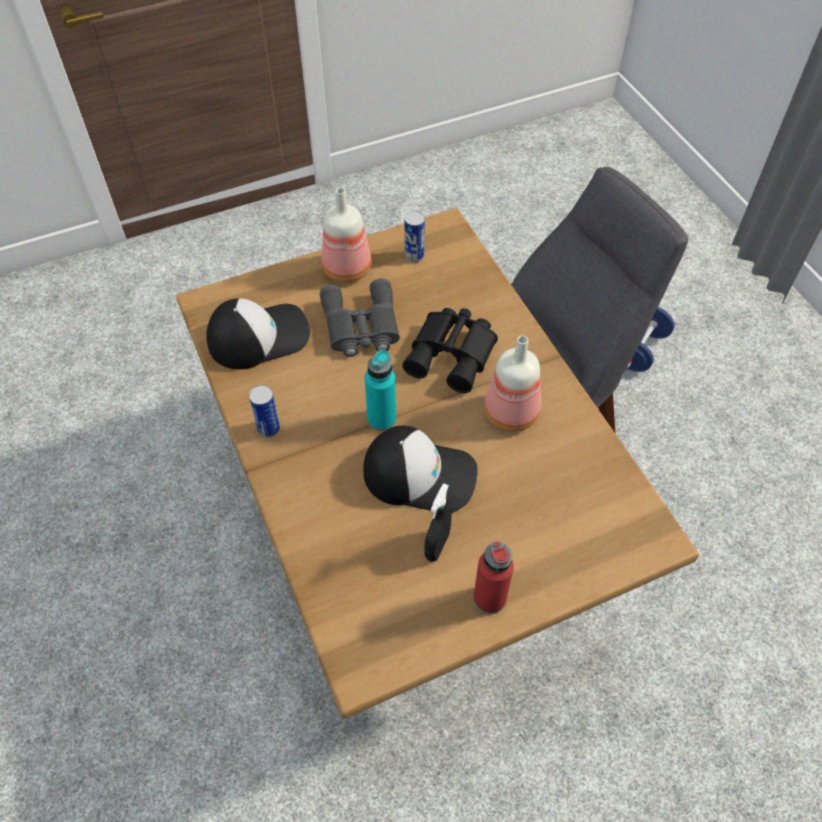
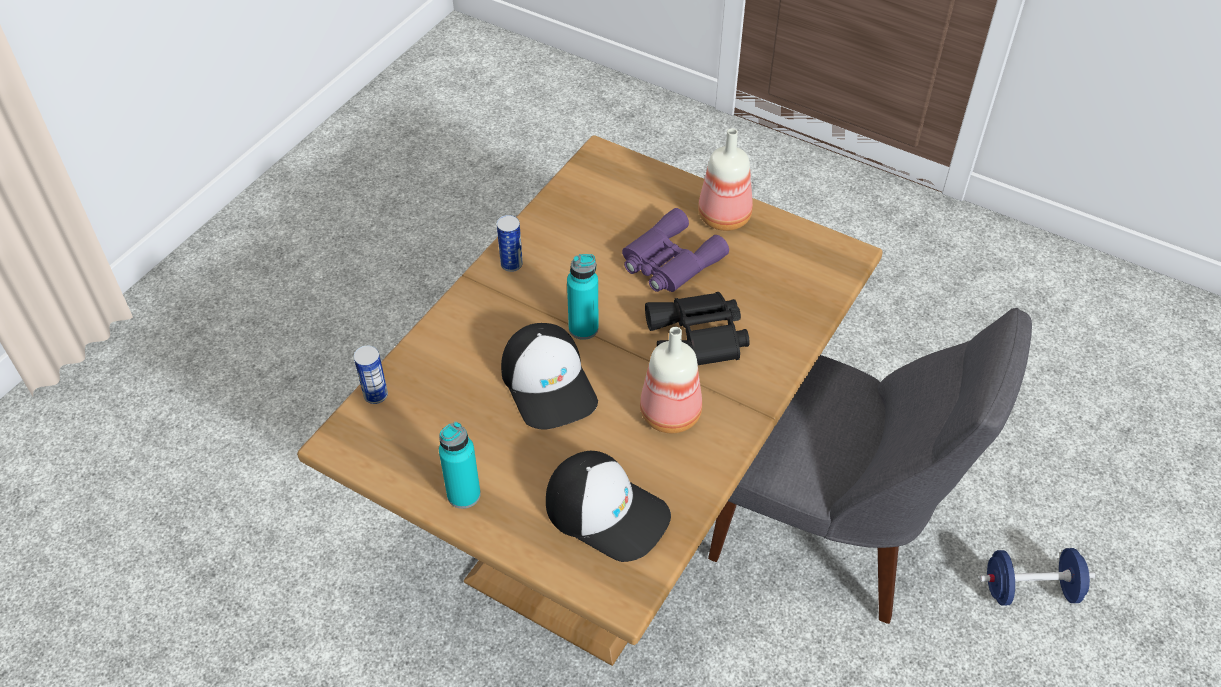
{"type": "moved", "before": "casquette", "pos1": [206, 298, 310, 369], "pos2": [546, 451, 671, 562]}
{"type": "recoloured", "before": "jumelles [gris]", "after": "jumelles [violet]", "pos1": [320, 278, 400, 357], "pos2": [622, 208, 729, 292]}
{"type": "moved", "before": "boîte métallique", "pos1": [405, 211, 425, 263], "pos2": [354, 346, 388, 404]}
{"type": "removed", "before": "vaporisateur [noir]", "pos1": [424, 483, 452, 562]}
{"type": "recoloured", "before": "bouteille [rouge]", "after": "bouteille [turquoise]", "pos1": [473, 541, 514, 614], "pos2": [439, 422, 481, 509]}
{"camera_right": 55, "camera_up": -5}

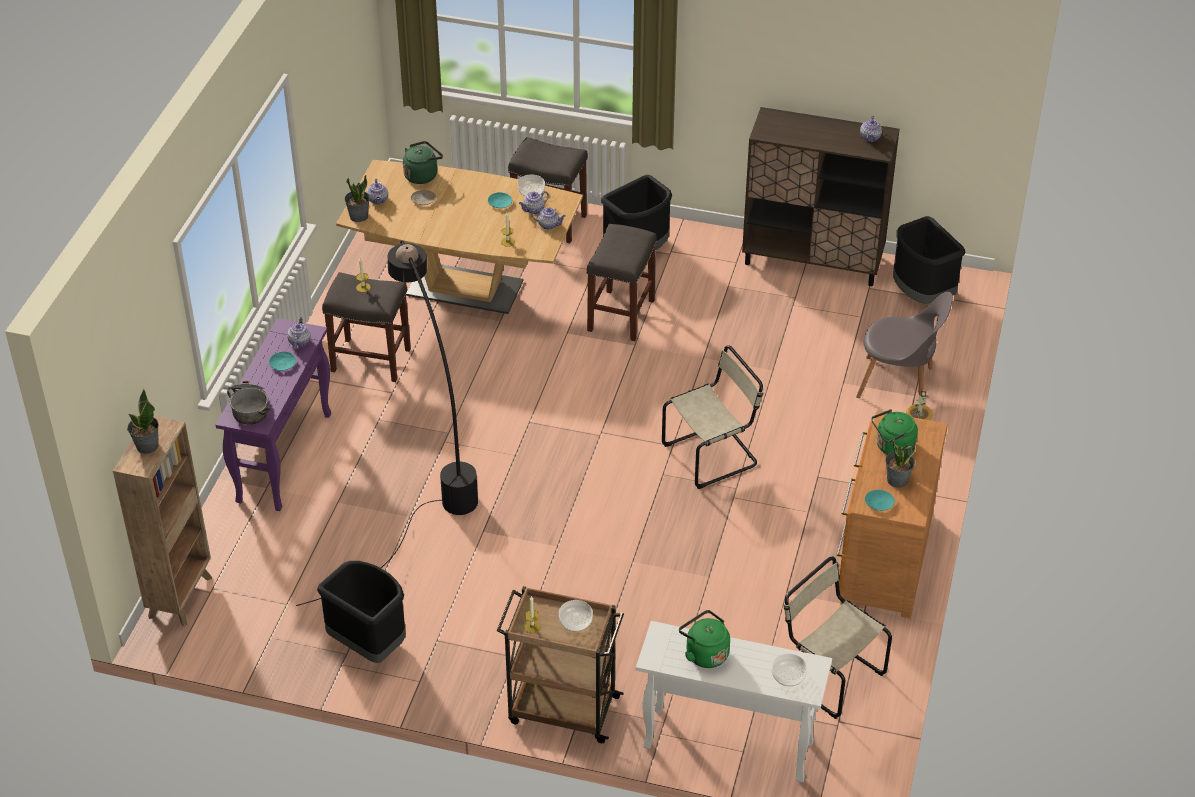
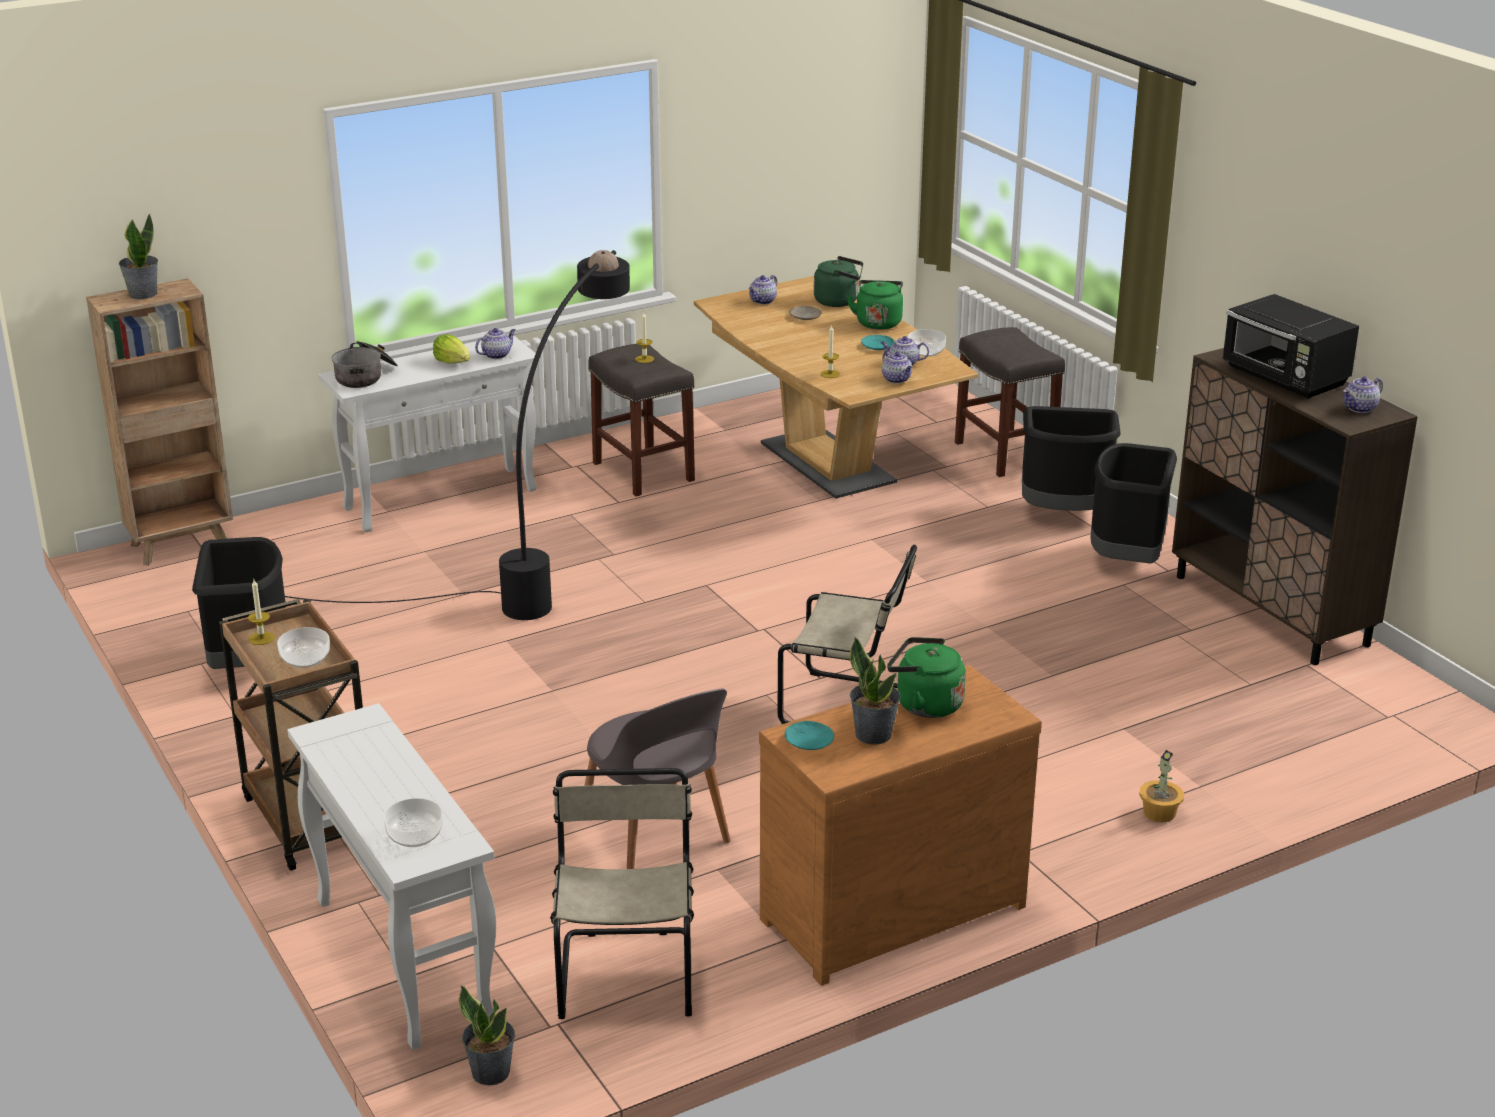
{"type": "recoloured", "before": "table console [violet]", "after": "table console [blanc]", "pos1": [215, 318, 331, 511], "pos2": [319, 334, 540, 532]}
{"type": "replaced", "before": "assiette [turquoise]", "after": "laitue", "pos1": [269, 352, 296, 371], "pos2": [433, 334, 470, 364]}
{"type": "moved", "before": "plante en pot", "pos1": [344, 175, 370, 222], "pos2": [459, 985, 515, 1086]}
{"type": "removed", "before": "tabouret [gris]", "pos1": [586, 224, 657, 341]}
{"type": "moved", "before": "bouilloire [vert]", "pos1": [679, 610, 730, 668], "pos2": [847, 280, 903, 330]}
{"type": "moved", "before": "chaise [gris]", "pos1": [856, 292, 953, 398], "pos2": [584, 689, 730, 869]}
{"type": "moved", "before": "poubelle [noir]", "pos1": [893, 216, 965, 304], "pos2": [1090, 443, 1177, 564]}
{"type": "added", "after": "micro-ondes [noir]", "pos2": [1222, 294, 1359, 399]}
{"camera_right": 45, "camera_up": -15}

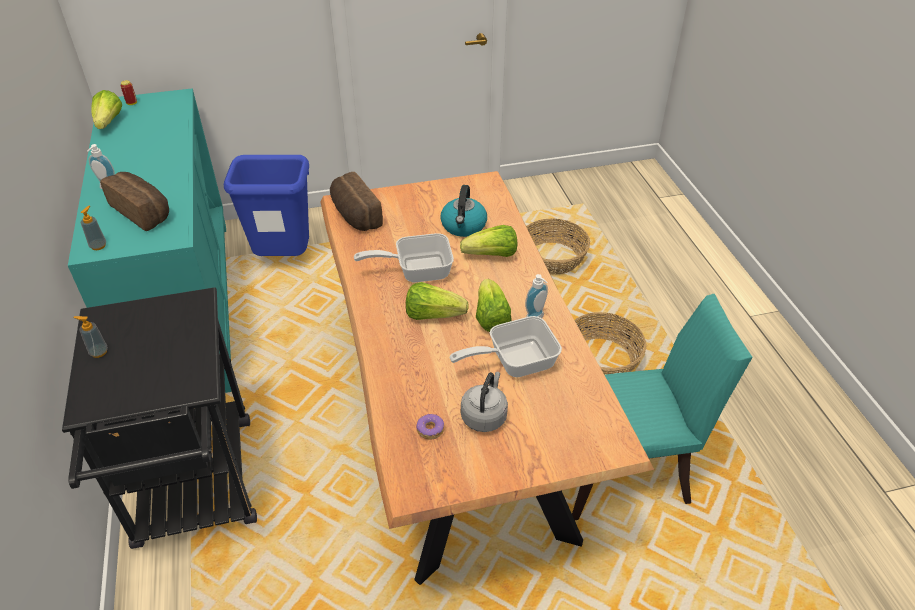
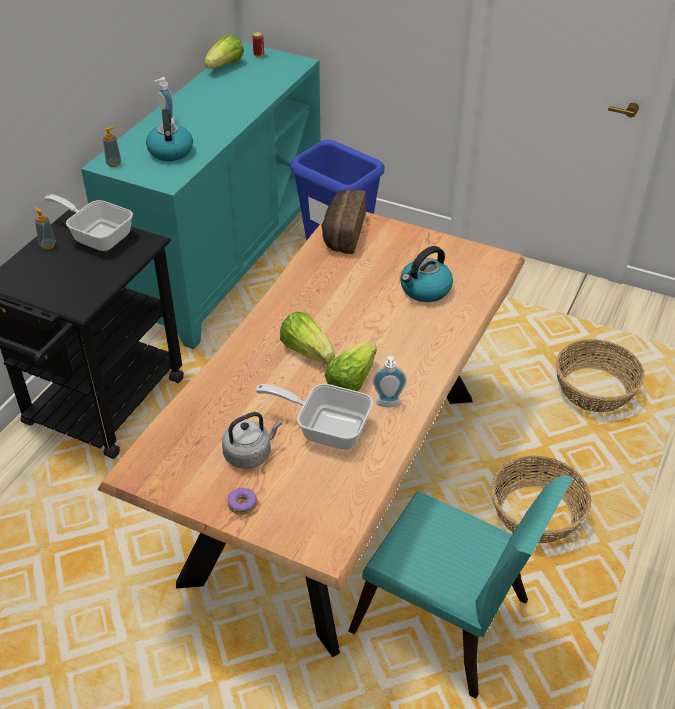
{"type": "replaced", "before": "pain", "after": "bouilloire", "pos1": [100, 172, 169, 231], "pos2": [146, 109, 193, 161]}
{"type": "moved", "before": "poêle", "pos1": [354, 233, 454, 283], "pos2": [44, 195, 133, 251]}
{"type": "moved", "before": "beignet", "pos1": [416, 413, 444, 440], "pos2": [227, 488, 257, 515]}
{"type": "removed", "before": "laitue", "pos1": [460, 225, 517, 257]}
{"camera_right": 40, "camera_up": 0}

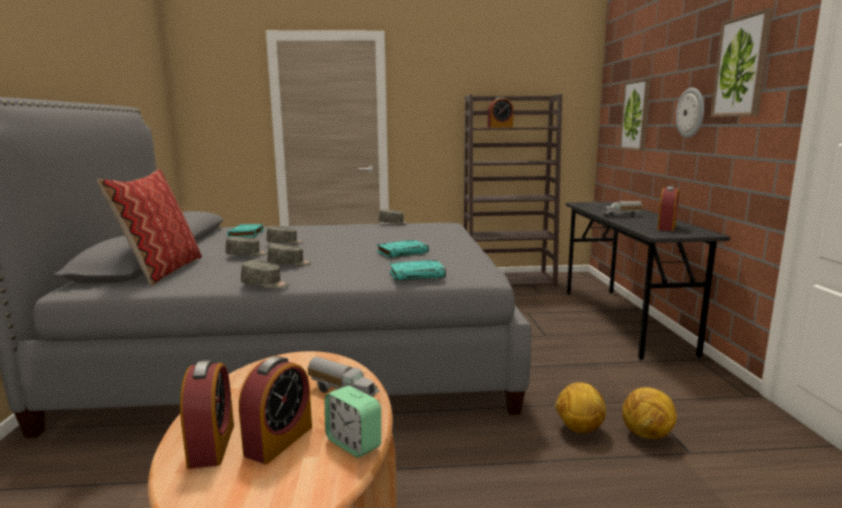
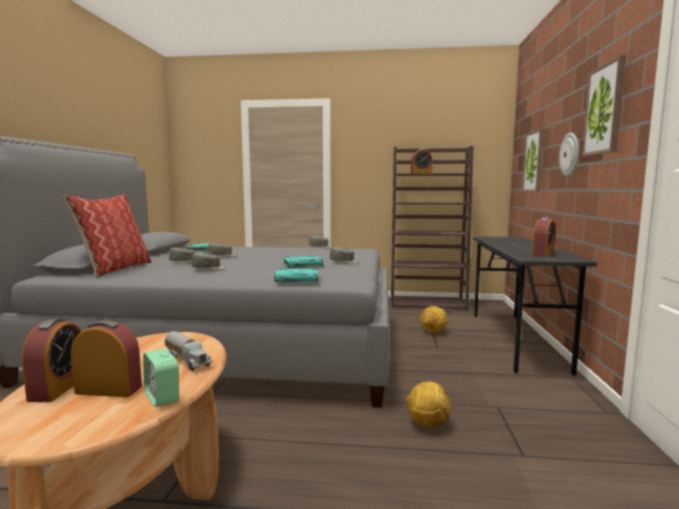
{"type": "turned", "before": "réveil", "pos1": [239, 356, 312, 464], "pos2": [71, 319, 142, 397], "turn": -120}
{"type": "moved", "before": "casquette [gris]", "pos1": [241, 260, 289, 289], "pos2": [330, 247, 359, 264]}
{"type": "removed", "before": "camion jouet", "pos1": [602, 201, 642, 217]}
{"type": "moved", "before": "ballon de foot", "pos1": [622, 388, 677, 439], "pos2": [420, 306, 447, 333]}
{"camera_right": 10, "camera_up": -5}

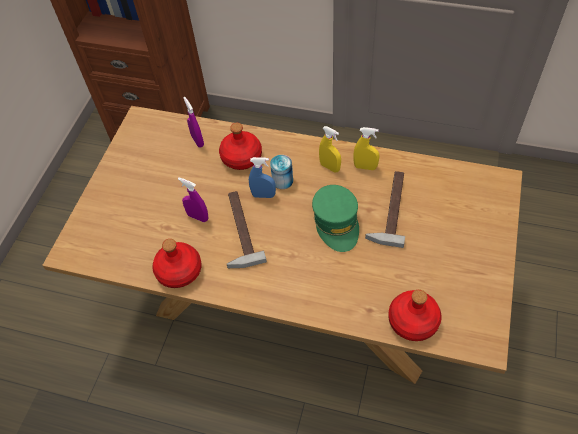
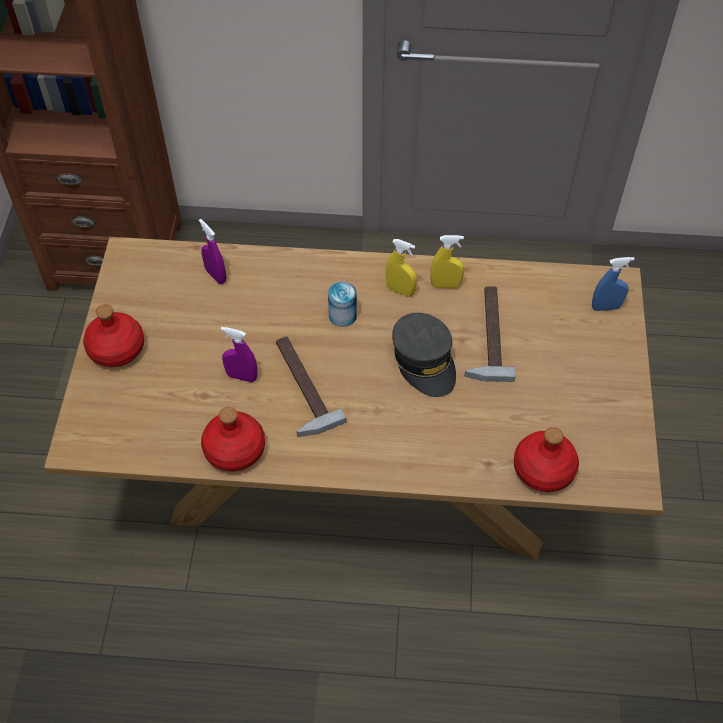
{"type": "moved", "before": "bouteille [rouge]", "pos1": [219, 123, 262, 170], "pos2": [83, 304, 144, 367]}
{"type": "moved", "before": "vaporisateur [bleu]", "pos1": [249, 157, 276, 198], "pos2": [592, 257, 635, 311]}
{"type": "recoloured", "before": "casquette [vert]", "after": "casquette [gris]", "pos1": [312, 185, 359, 252], "pos2": [392, 313, 456, 397]}
{"camera_right": -15, "camera_up": 0}

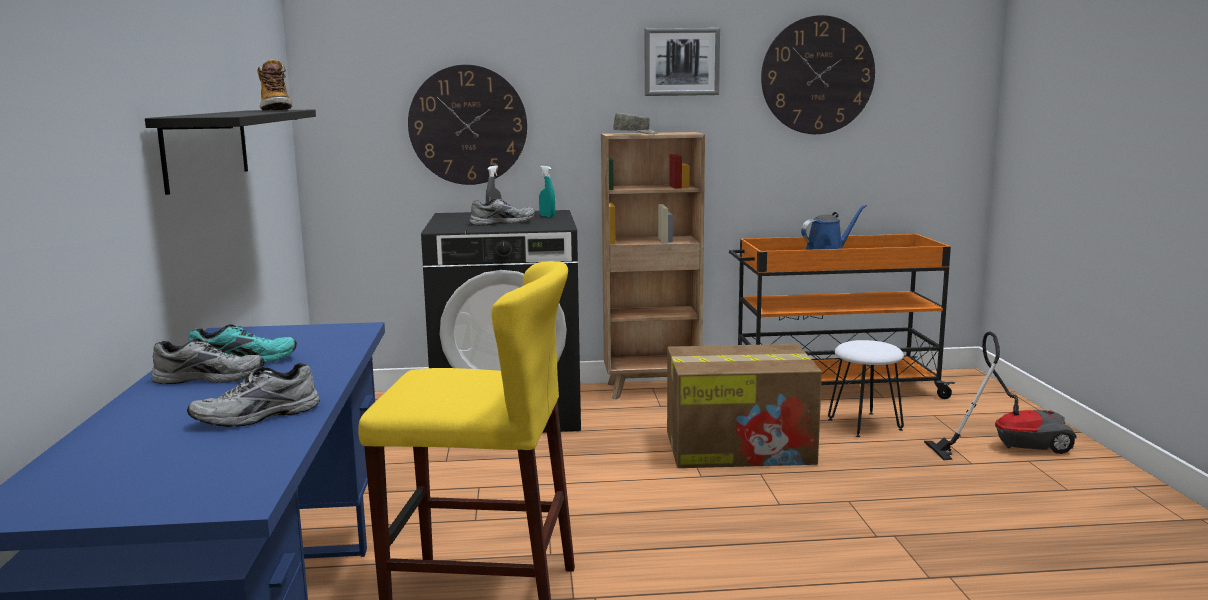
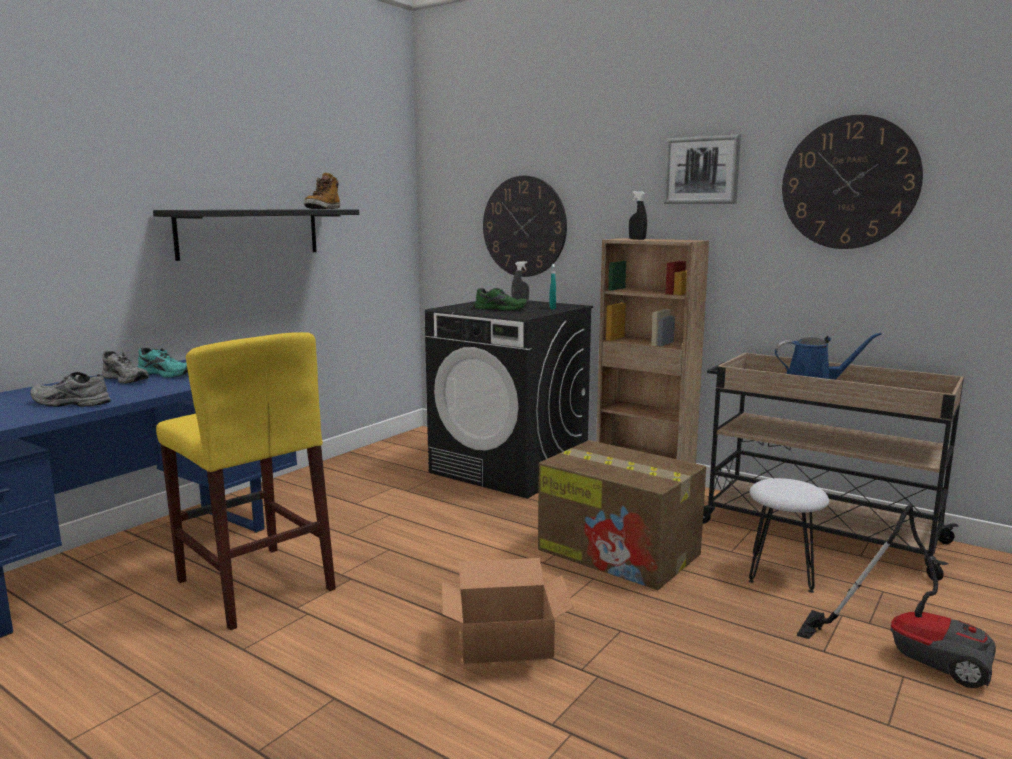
{"type": "recoloured", "before": "chaussure [gris]", "after": "chaussure [vert]", "pos1": [469, 198, 536, 225], "pos2": [474, 288, 529, 311]}
{"type": "replaced", "before": "casquette [gris]", "after": "vaporisateur [noir]", "pos1": [613, 113, 657, 134], "pos2": [629, 191, 647, 240]}
{"type": "recoloured", "before": "chariot [orange]", "after": "chariot [beige]", "pos1": [729, 234, 955, 399], "pos2": [703, 353, 964, 581]}
{"type": "added", "after": "carton", "pos2": [442, 558, 574, 664]}
{"camera_right": 40, "camera_up": 0}

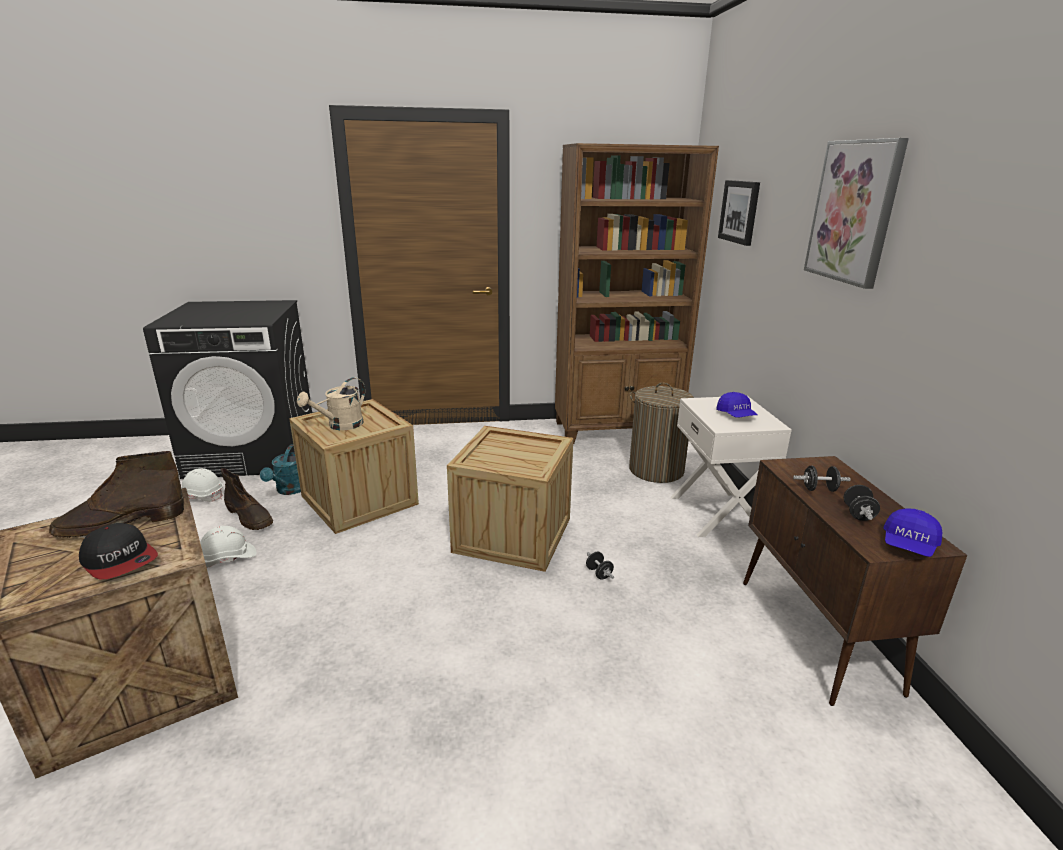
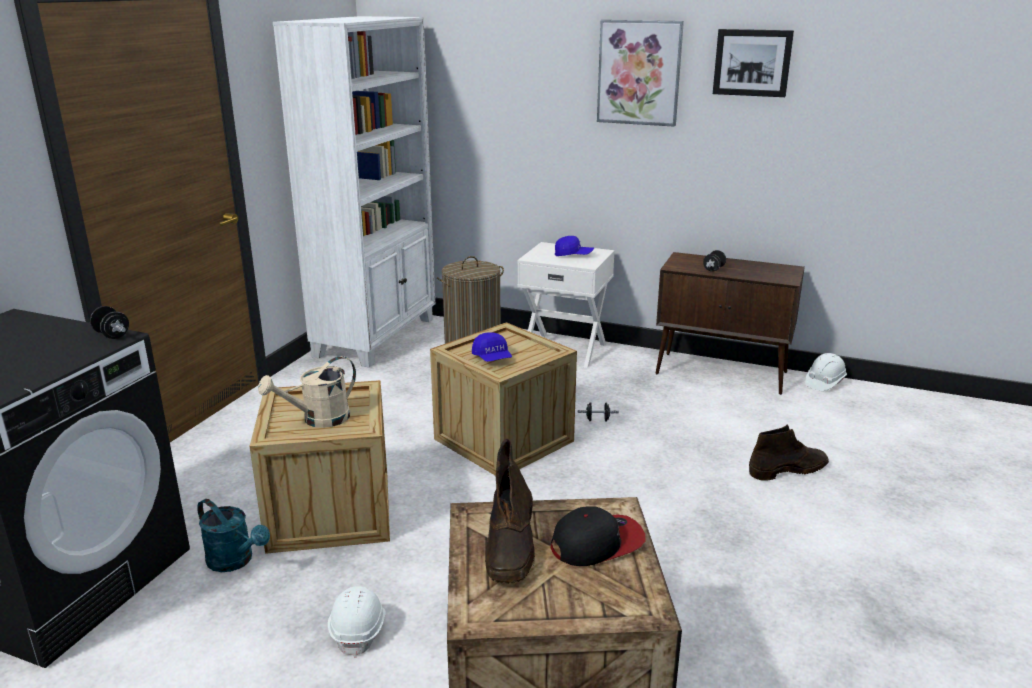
{"type": "moved", "before": "casque de chantier [blanc]", "pos1": [181, 468, 223, 502], "pos2": [805, 353, 847, 391]}
{"type": "moved", "before": "botte [marron]", "pos1": [221, 468, 273, 530], "pos2": [749, 425, 829, 481]}
{"type": "turned", "before": "arrosoir [beige]", "pos1": [297, 377, 365, 430], "pos2": [258, 356, 356, 428], "turn": 75}
{"type": "recoloured", "before": "bibliothèque [marron]", "after": "bibliothèque [blanc]", "pos1": [555, 143, 719, 444], "pos2": [273, 16, 435, 367]}
{"type": "moved", "before": "tableau", "pos1": [718, 180, 760, 246], "pos2": [713, 29, 794, 97]}
{"type": "moved", "before": "haltère [noir]", "pos1": [844, 485, 880, 521], "pos2": [90, 306, 129, 339]}
{"type": "moved", "before": "casquette [bleu]", "pos1": [884, 508, 942, 557], "pos2": [472, 332, 512, 362]}
{"camera_right": -60, "camera_up": 0}

